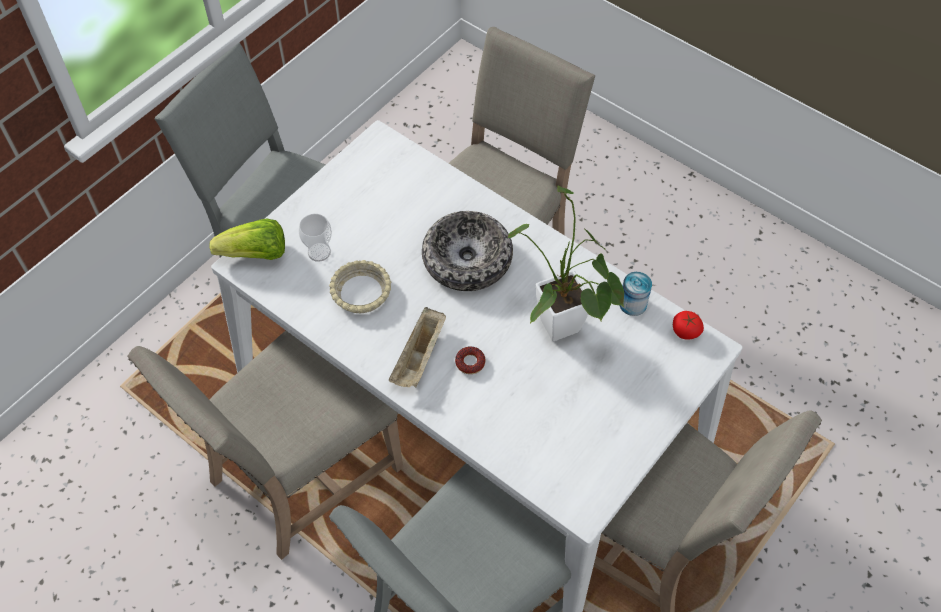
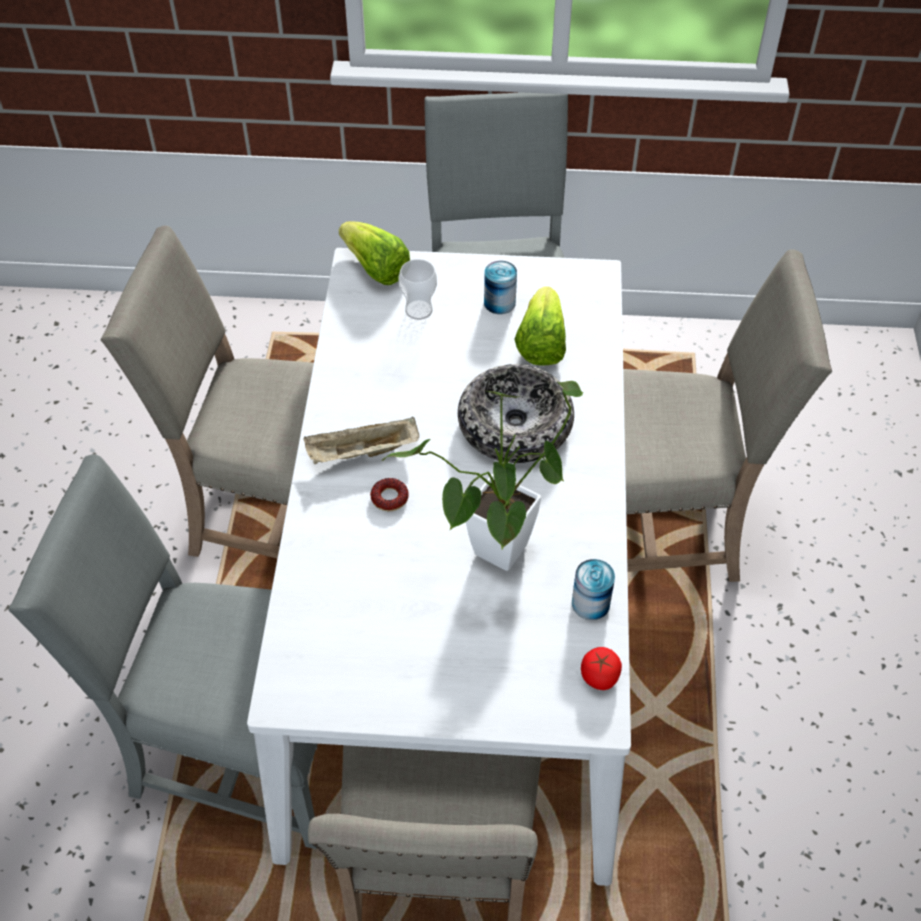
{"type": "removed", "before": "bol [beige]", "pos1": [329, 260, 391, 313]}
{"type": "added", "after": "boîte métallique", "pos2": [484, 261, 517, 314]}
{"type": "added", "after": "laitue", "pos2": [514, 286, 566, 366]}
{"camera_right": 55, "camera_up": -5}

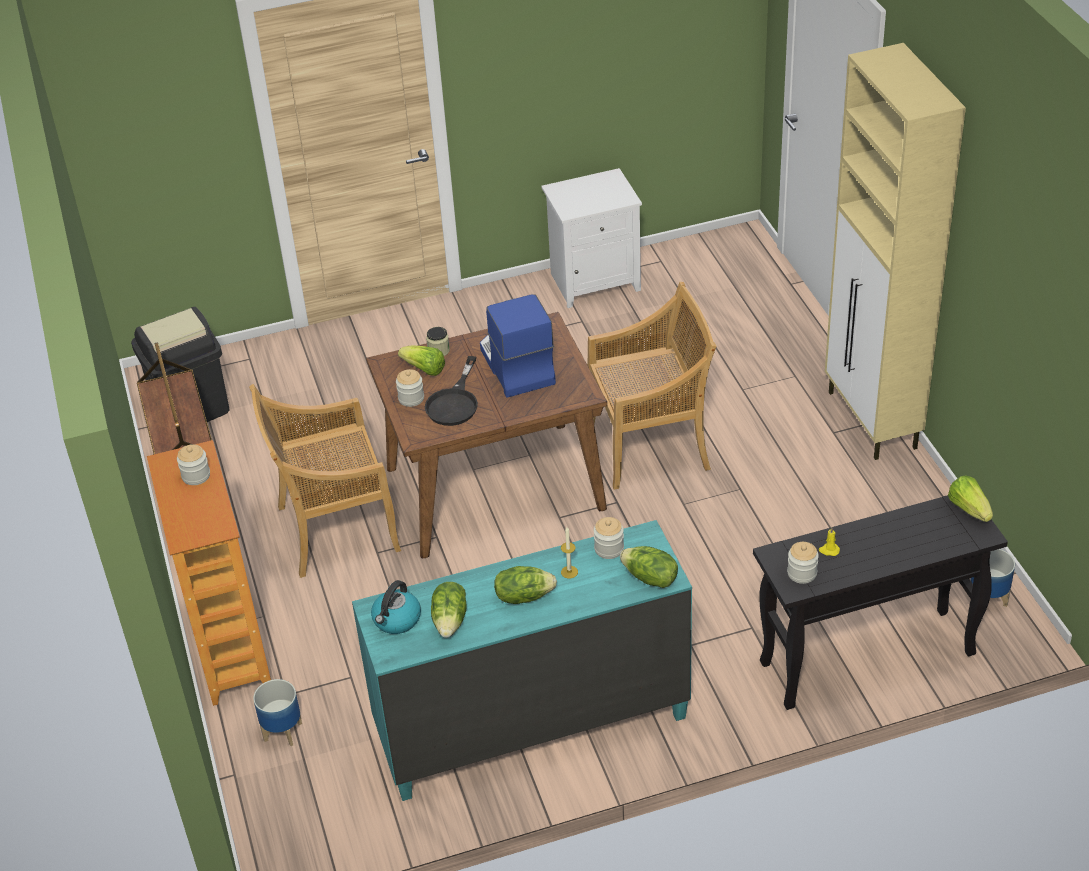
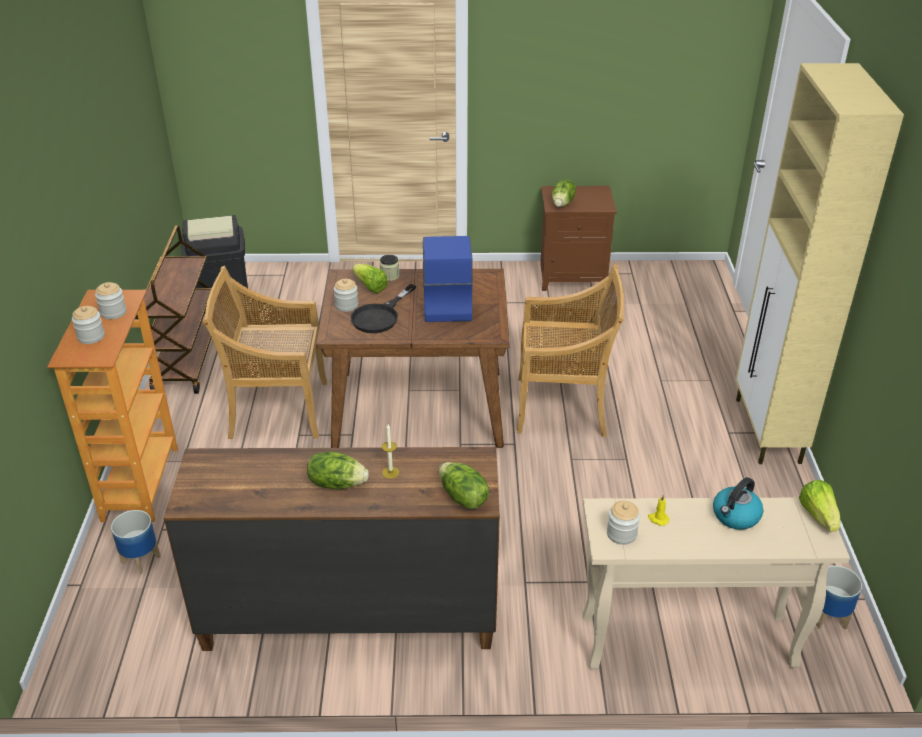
{"type": "recoloured", "before": "commode [turquoise]", "after": "commode [marron]", "pos1": [352, 520, 692, 801], "pos2": [164, 447, 500, 651]}
{"type": "moved", "before": "bouilloire", "pos1": [371, 580, 421, 634], "pos2": [713, 477, 763, 530]}
{"type": "moved", "before": "laitue", "pos1": [431, 582, 466, 638], "pos2": [552, 179, 576, 207]}
{"type": "recoloured", "before": "table de chevet [blanc]", "after": "table de chevet [marron]", "pos1": [541, 168, 642, 308], "pos2": [540, 186, 617, 291]}
{"type": "moved", "before": "bocal", "pos1": [594, 517, 624, 559], "pos2": [72, 306, 105, 344]}
{"type": "recoloured", "before": "table console [noir]", "after": "table console [beige]", "pos1": [753, 495, 1008, 710], "pos2": [582, 497, 850, 669]}
{"camera_right": 15, "camera_up": -5}

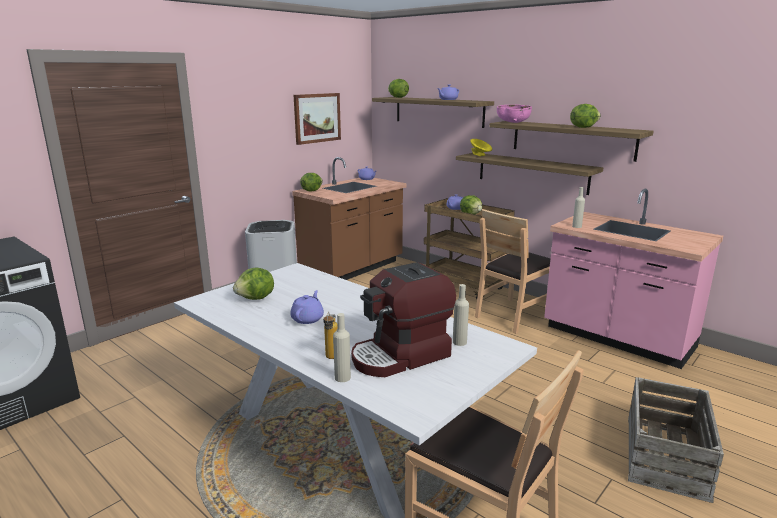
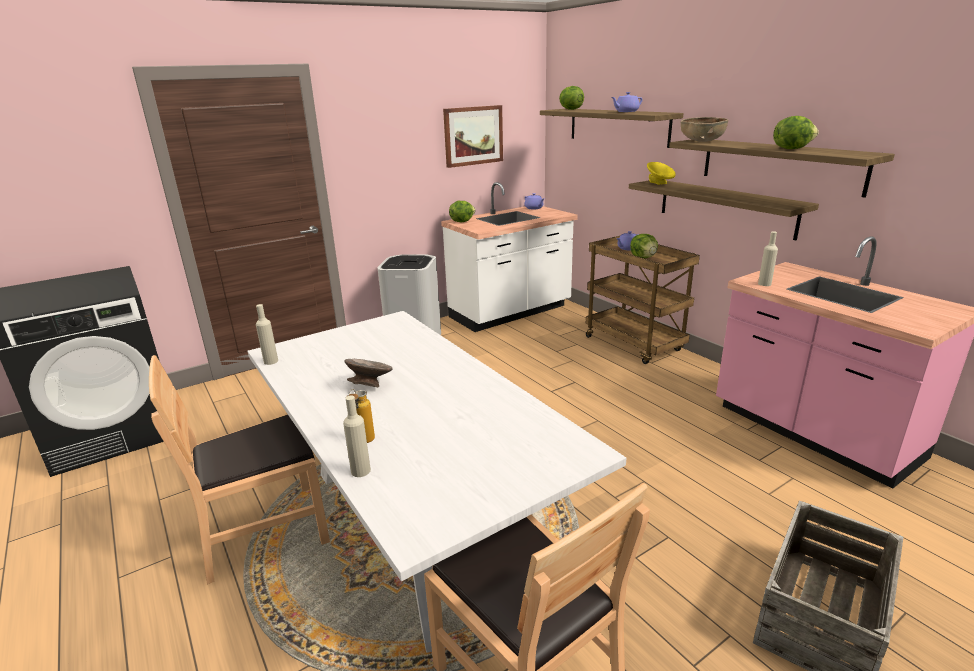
{"type": "removed", "before": "laitue", "pos1": [233, 268, 274, 300]}
{"type": "replaced", "before": "théière [violet]", "after": "bol [gris]", "pos1": [290, 290, 324, 324], "pos2": [345, 359, 393, 387]}
{"type": "recoloured", "before": "comptoir de cuisine [marron]", "after": "comptoir de cuisine [blanc]", "pos1": [292, 157, 406, 280], "pos2": [441, 182, 578, 332]}
{"type": "removed", "before": "machine à café", "pos1": [351, 262, 456, 377]}
{"type": "moved", "before": "bouteille [beige]", "pos1": [453, 284, 469, 346], "pos2": [256, 304, 278, 365]}
{"type": "moved", "before": "chaise [marron]", "pos1": [475, 209, 550, 334], "pos2": [149, 355, 330, 584]}
{"type": "recoloured", "before": "bol [rose]", "after": "bol [marron]", "pos1": [497, 105, 532, 123], "pos2": [681, 117, 728, 142]}
{"camera_right": 15, "camera_up": 5}

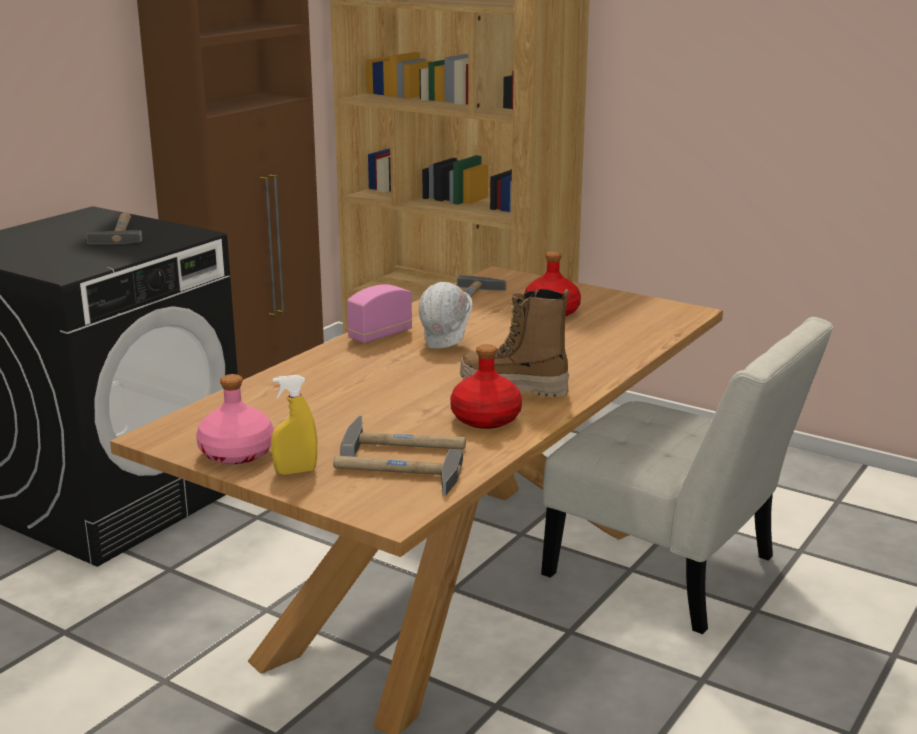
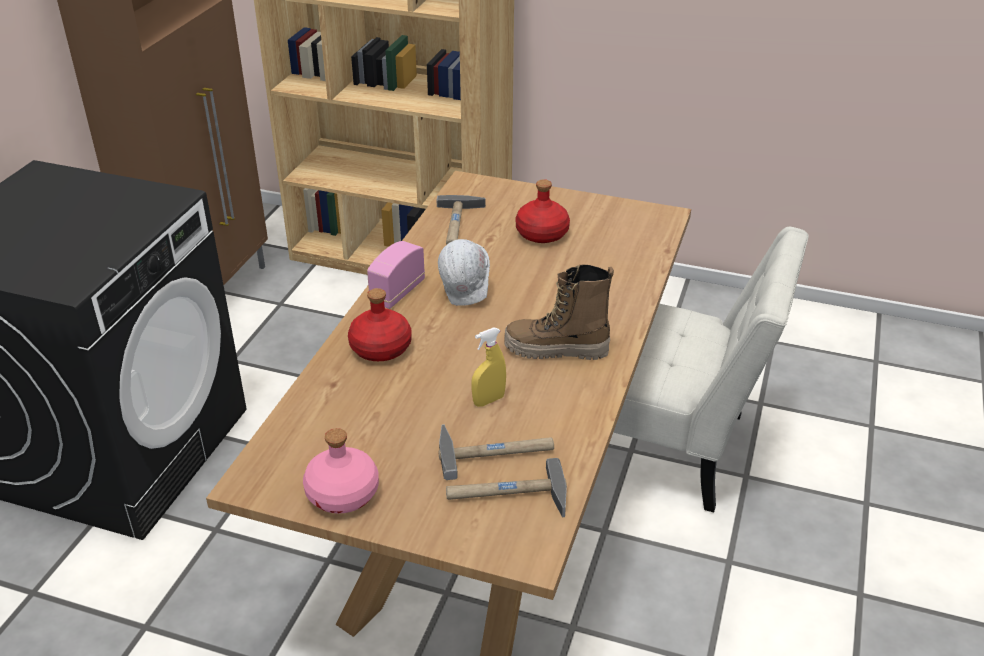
{"type": "removed", "before": "marteau", "pos1": [86, 212, 142, 244]}
{"type": "moved", "before": "vaporisateur [jaune]", "pos1": [271, 375, 317, 475], "pos2": [471, 327, 506, 407]}
{"type": "moved", "before": "bouteille [rouge]", "pos1": [450, 344, 522, 429], "pos2": [348, 288, 412, 361]}
{"camera_right": -15, "camera_up": 15}

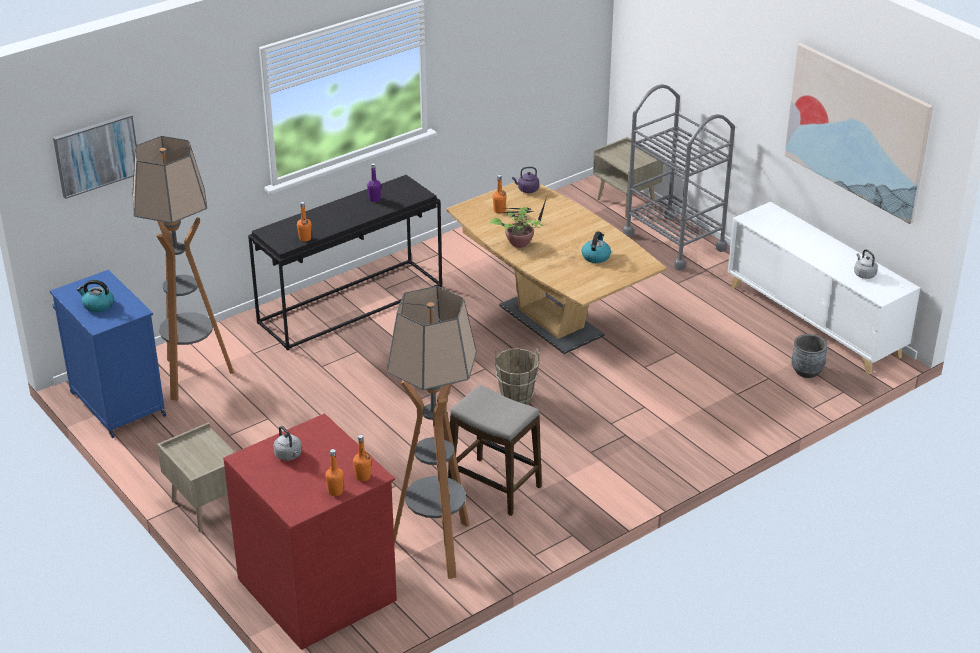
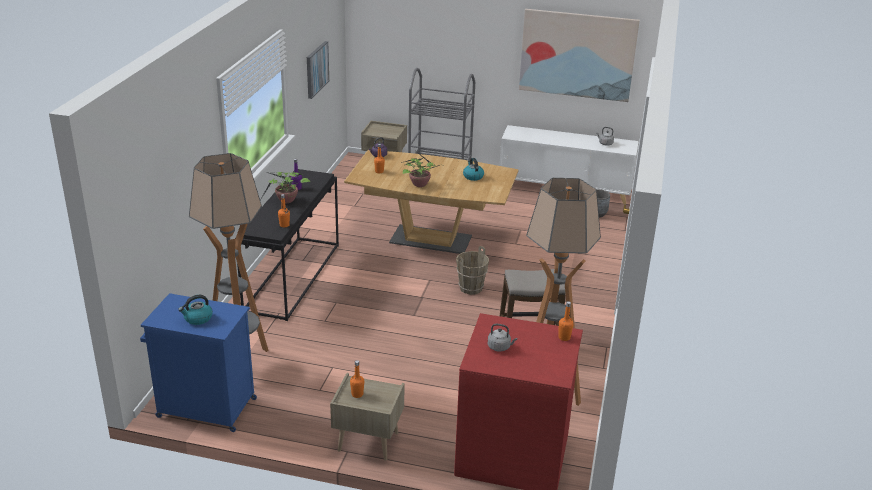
{"type": "moved", "before": "tableau", "pos1": [53, 114, 137, 199], "pos2": [307, 41, 329, 99]}
{"type": "moved", "before": "bouteille [orange]", "pos1": [325, 449, 344, 496], "pos2": [350, 360, 364, 398]}
{"type": "added", "after": "plante en pot", "pos2": [261, 172, 311, 203]}
{"camera_right": -40, "camera_up": -5}

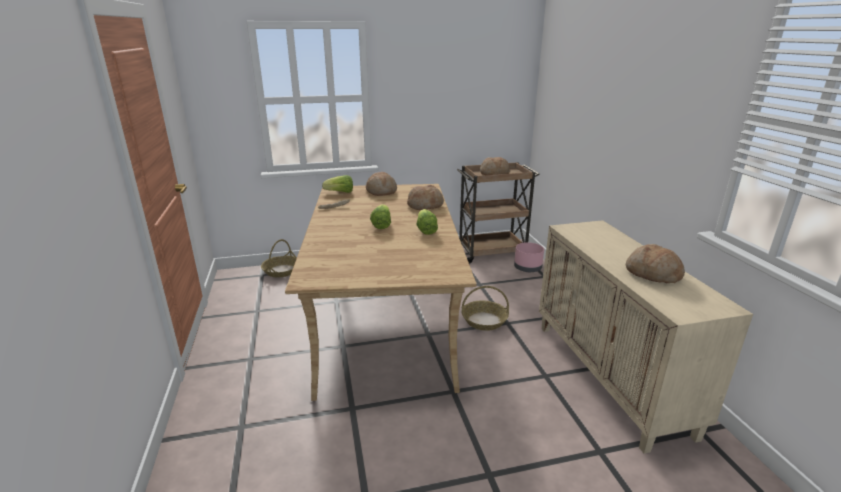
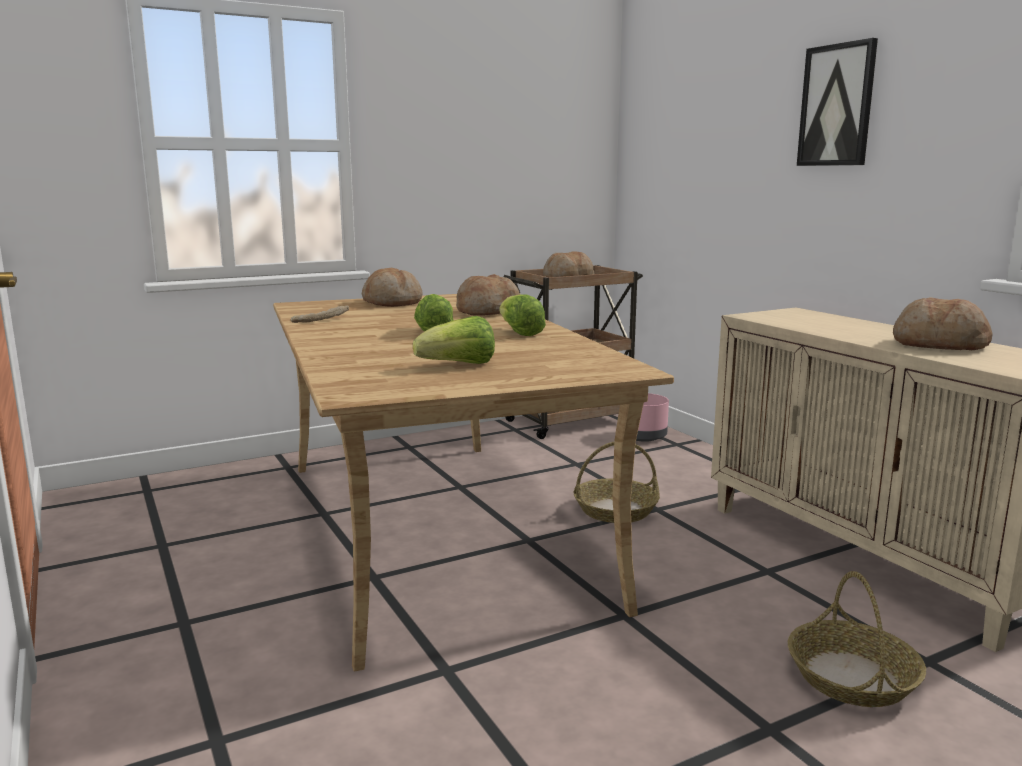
{"type": "moved", "before": "panier", "pos1": [261, 239, 297, 277], "pos2": [788, 571, 926, 707]}
{"type": "moved", "before": "laitue", "pos1": [322, 175, 353, 193], "pos2": [413, 316, 495, 364]}
{"type": "added", "after": "tableau", "pos2": [797, 38, 878, 166]}
{"camera_right": -15, "camera_up": -10}

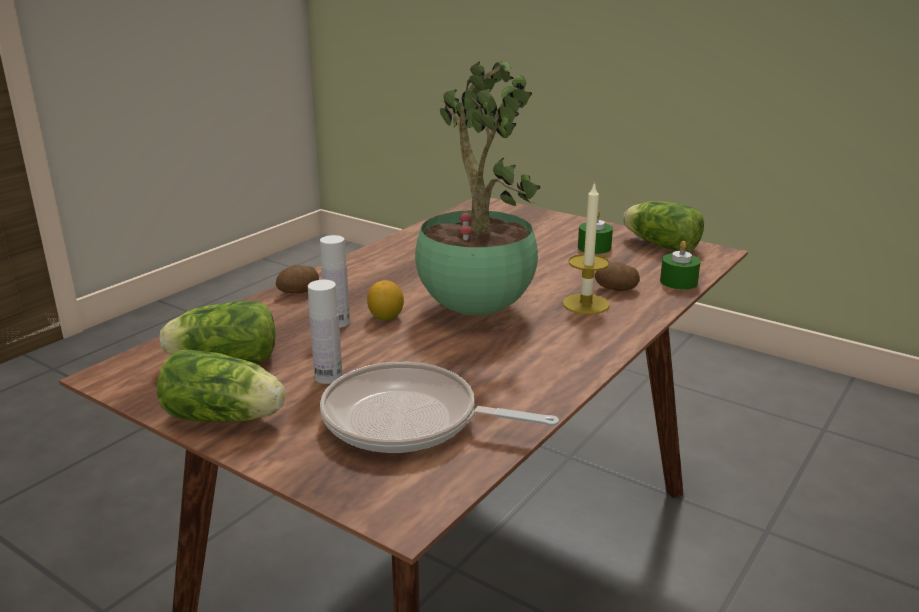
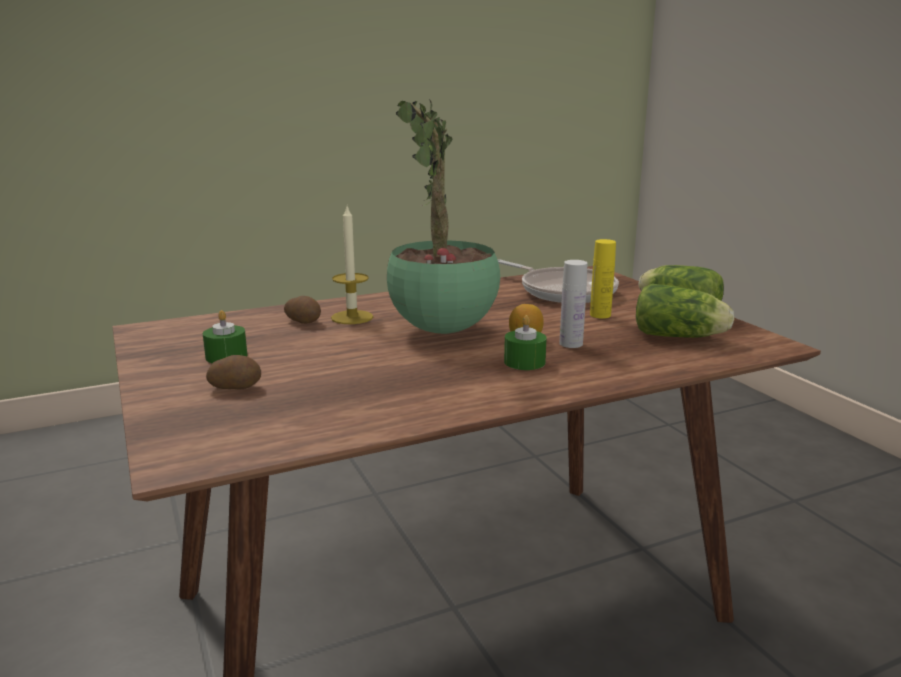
{"type": "moved", "before": "pomme de terre", "pos1": [276, 265, 319, 293], "pos2": [206, 355, 261, 390]}
{"type": "recoloured", "before": "bouteille [blanc]", "after": "bouteille [jaune]", "pos1": [308, 280, 343, 384], "pos2": [590, 239, 616, 318]}
{"type": "removed", "before": "laitue", "pos1": [623, 201, 704, 252]}
{"type": "moved", "before": "bougie [vert]", "pos1": [660, 241, 701, 290], "pos2": [504, 315, 547, 370]}
{"camera_right": -150, "camera_up": -5}

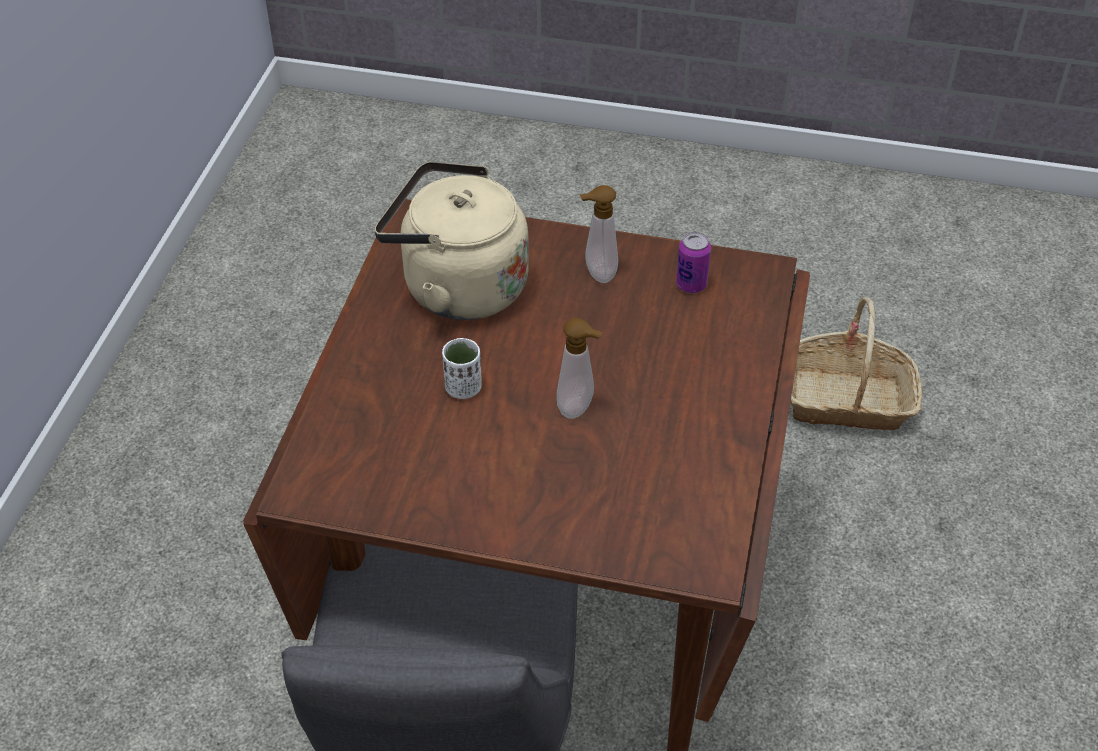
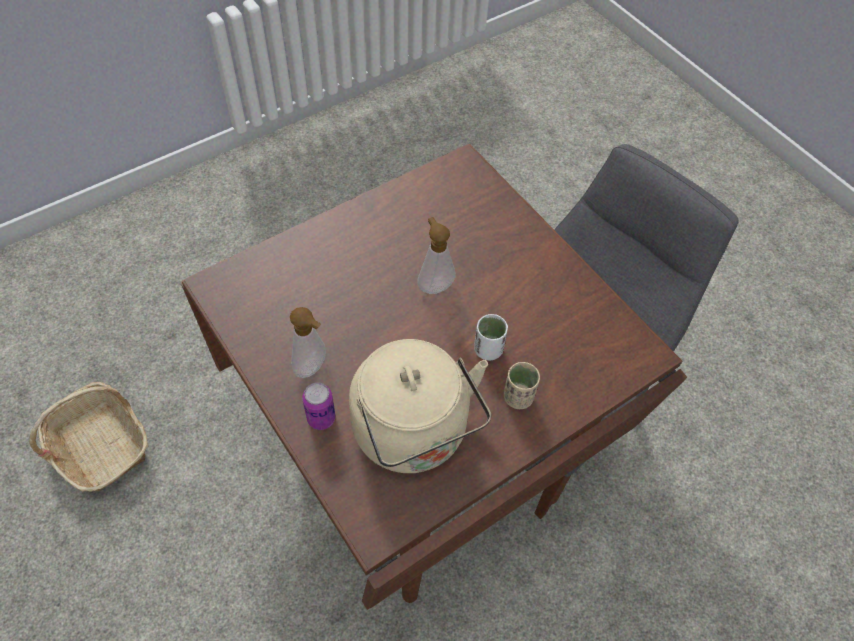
{"type": "moved", "before": "boîte métallique", "pos1": [676, 232, 711, 293], "pos2": [302, 382, 336, 430]}
{"type": "added", "after": "tasse [beige]", "pos2": [504, 362, 540, 409]}
{"camera_right": -140, "camera_up": 10}

